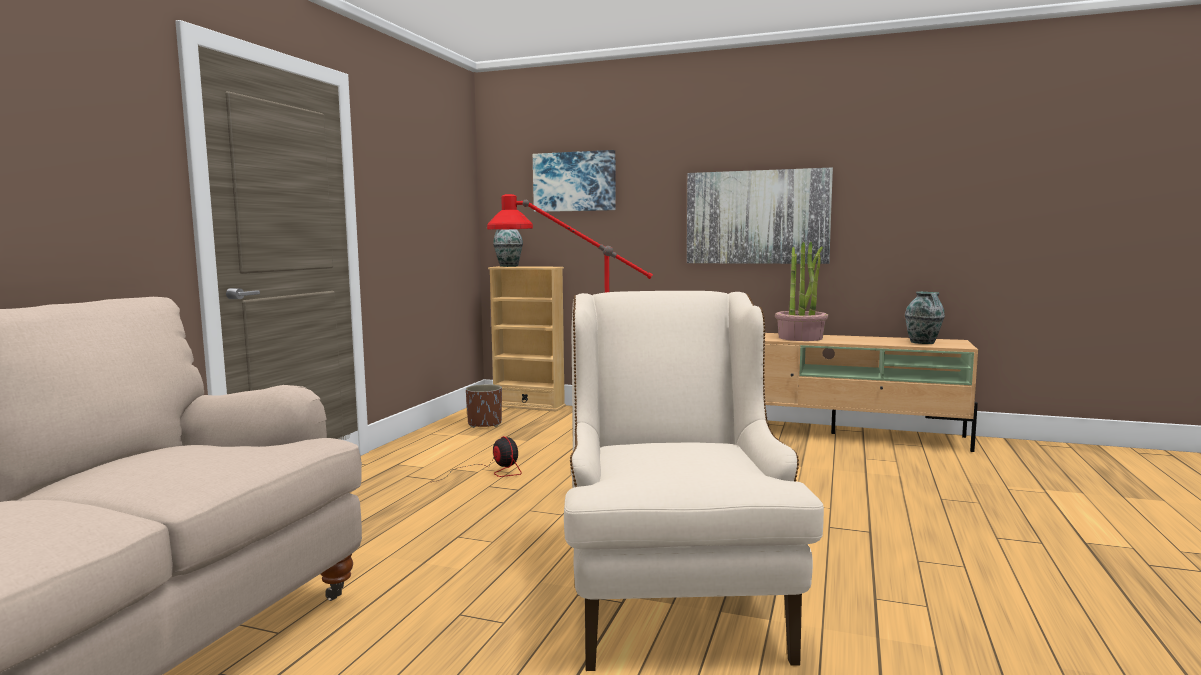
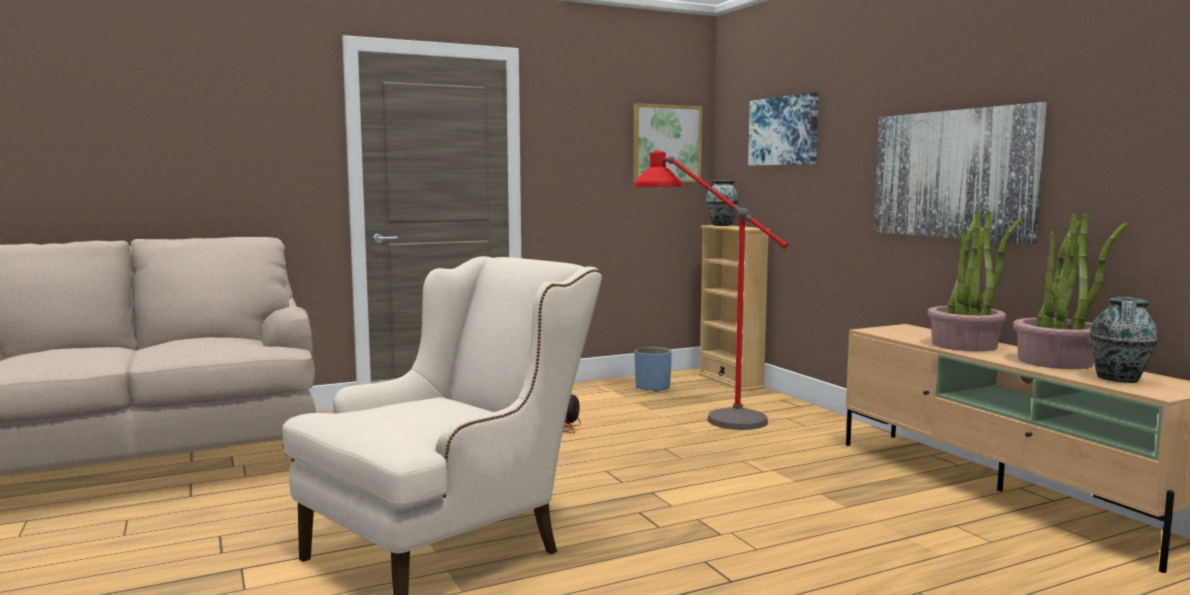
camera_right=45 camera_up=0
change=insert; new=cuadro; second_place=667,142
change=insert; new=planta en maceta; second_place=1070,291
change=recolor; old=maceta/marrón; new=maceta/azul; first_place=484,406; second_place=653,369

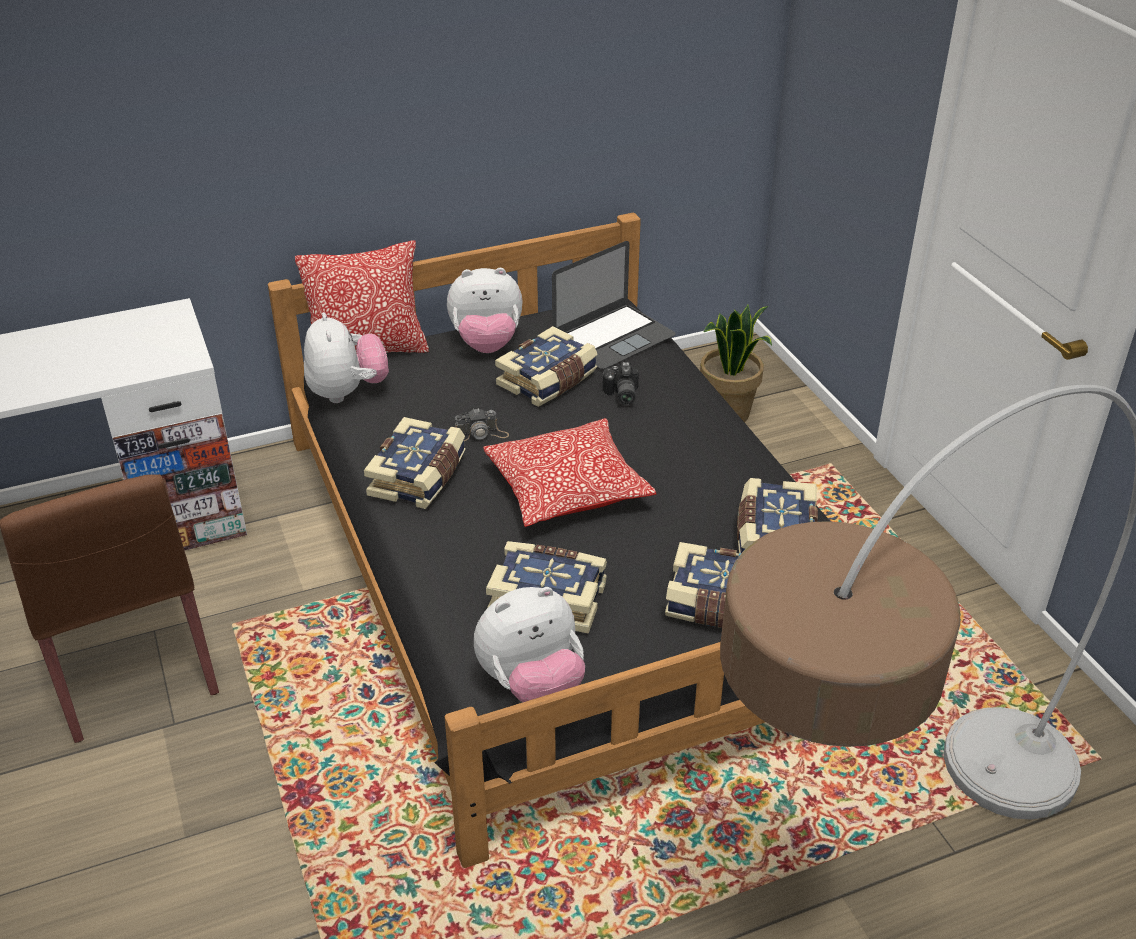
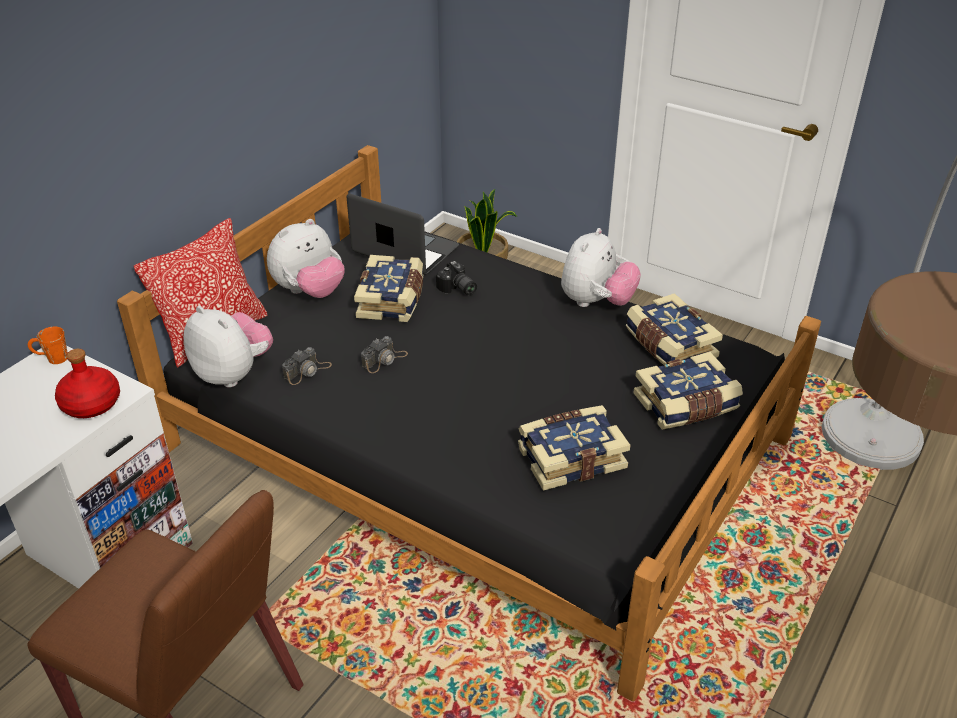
camera_right=-35 camera_up=0
change=delete; old=libro; first_place=415,463
change=delete; old=cojín; first_place=569,472
change=insert; new=taza grande/naranja; second_place=47,345
change=insert; new=botella/rojo; second_place=87,383
change=insert; new=cámara; second_place=307,366
change=move; old=peluche; first_place=529,644; second_place=601,267
change=rotate; old=portátil; first_place=613,305; second_place=403,234; degrees=-75

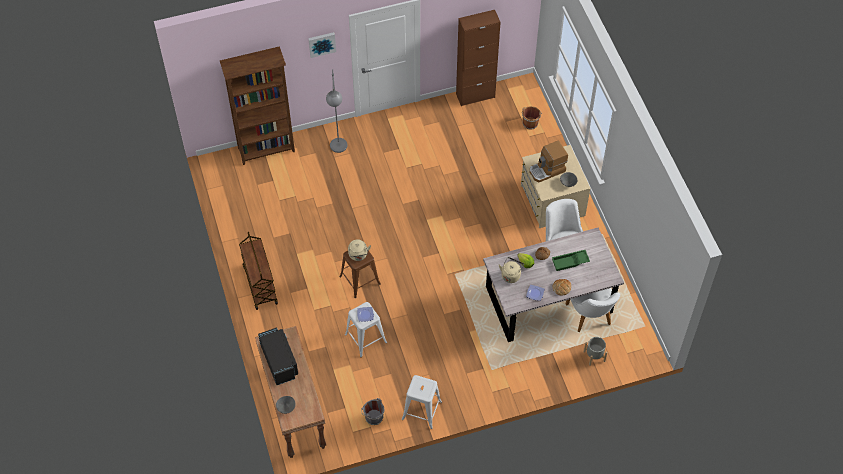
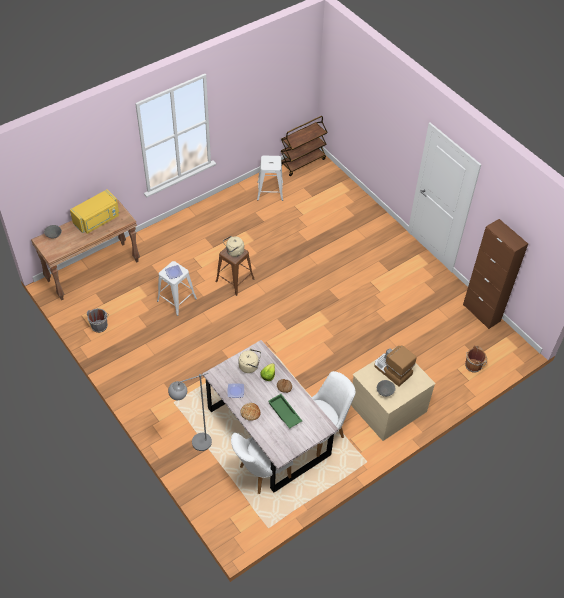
camera_right=70 camera_up=-5
change=delete; old=estantería/marrón; first_place=257,105
change=delete; old=cuadro; first_place=322,45
change=delete; old=maceta/gris; first_place=595,351
change=move; old=carrito/marrón; first_place=258,271; second_place=304,146
change=move; old=lámpara de pie/gris; first_place=337,111; second_place=190,412
change=move; old=taburete/blanco; first_place=422,402; second_place=270,178
change=recolor; old=microondas/negro; new=microondas/amarillo; first_place=278,356; second_place=94,211

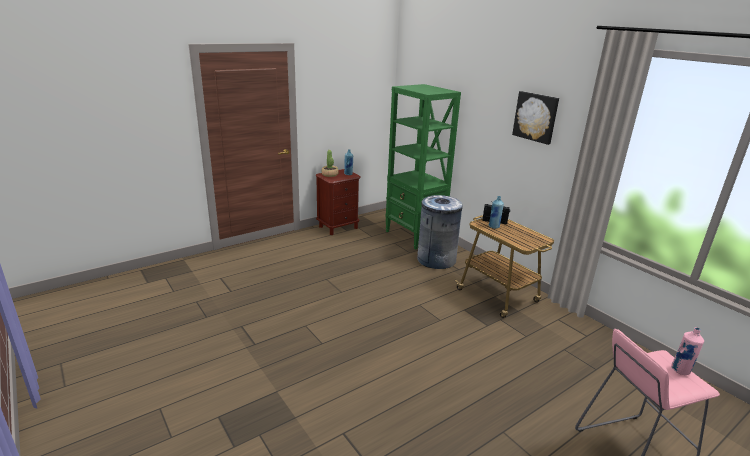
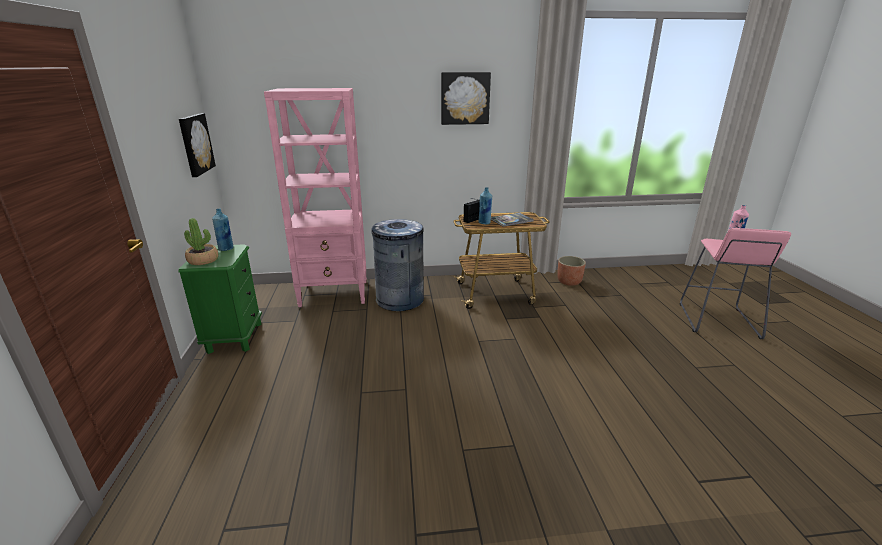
camera_right=-60 camera_up=0
change=insert; new=cuadro; second_place=197,145
change=insert; new=libro; second_place=512,220
change=insert; new=maceta; second_place=571,271
change=recolor; old=mesita de noche/marrón; new=mesita de noche/verde; first_place=338,202; second_place=220,299
change=recolor; old=estantería/verde; new=estantería/rosa; first_place=423,167; second_place=315,197

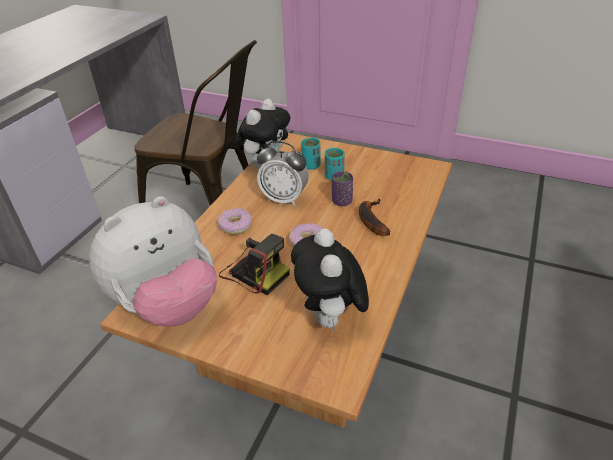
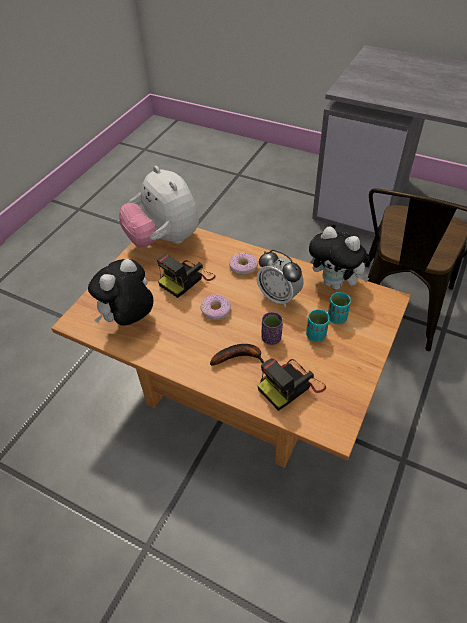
camera_right=95 camera_up=10
change=insert; new=cámara; second_place=291,384
change=rotate; old=despertador; first_place=283,173; second_place=280,278; degrees=-75
change=rotate; old=peluche; first_place=330,280; second_place=120,292; degrees=-45

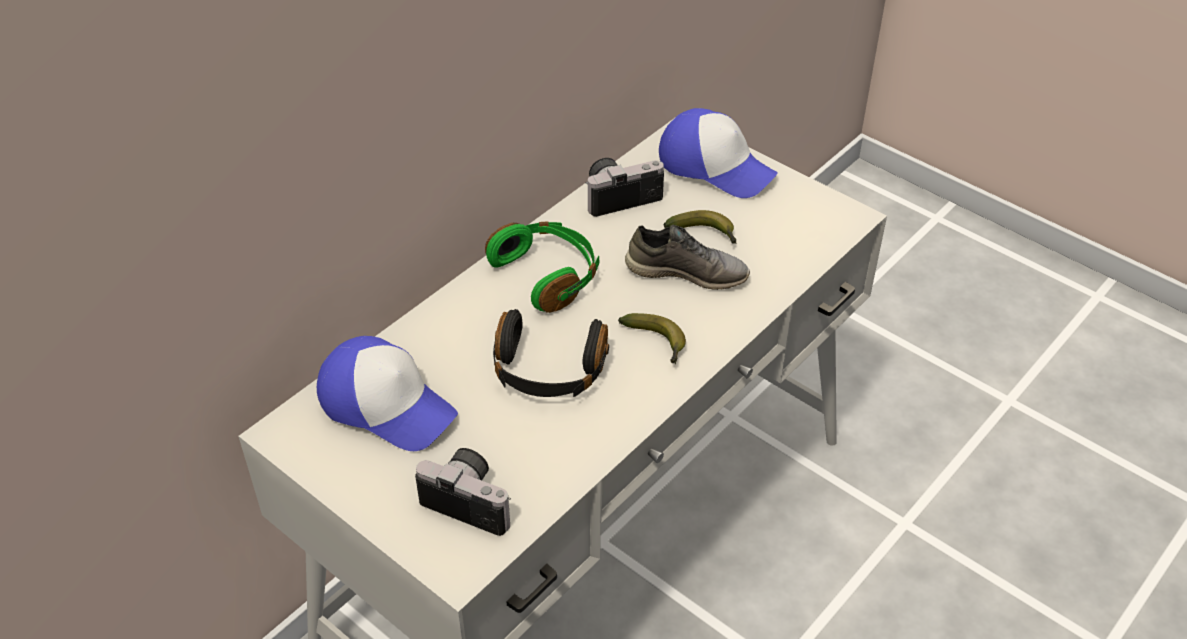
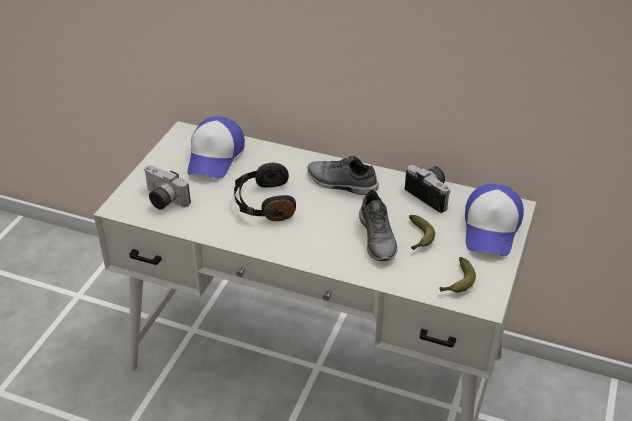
camera_right=70 camera_up=-5
change=move; old=plátano; first_place=652,338; second_place=458,274
change=replace; old=auriculares/verde; new=zapato/gris; first_place=542,267; second_place=343,175
change=rotate; old=cámara; first_place=463,492; second_place=168,187; degrees=120

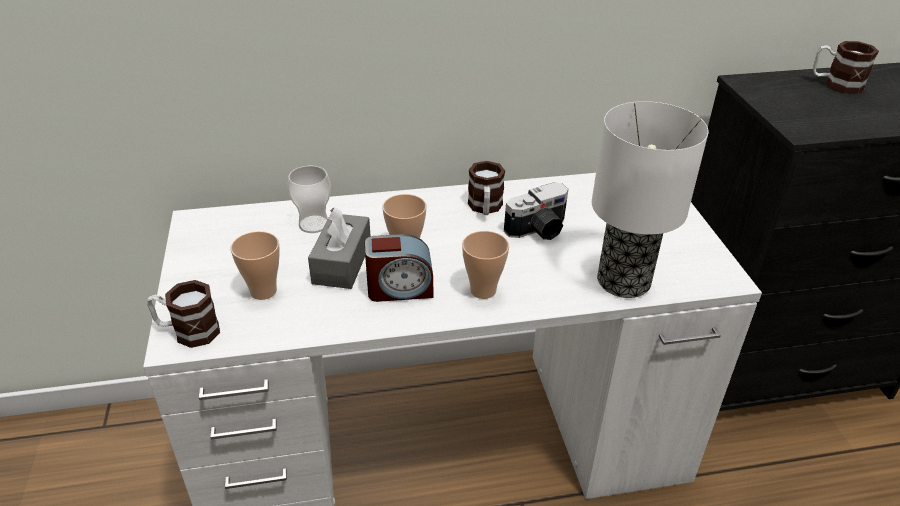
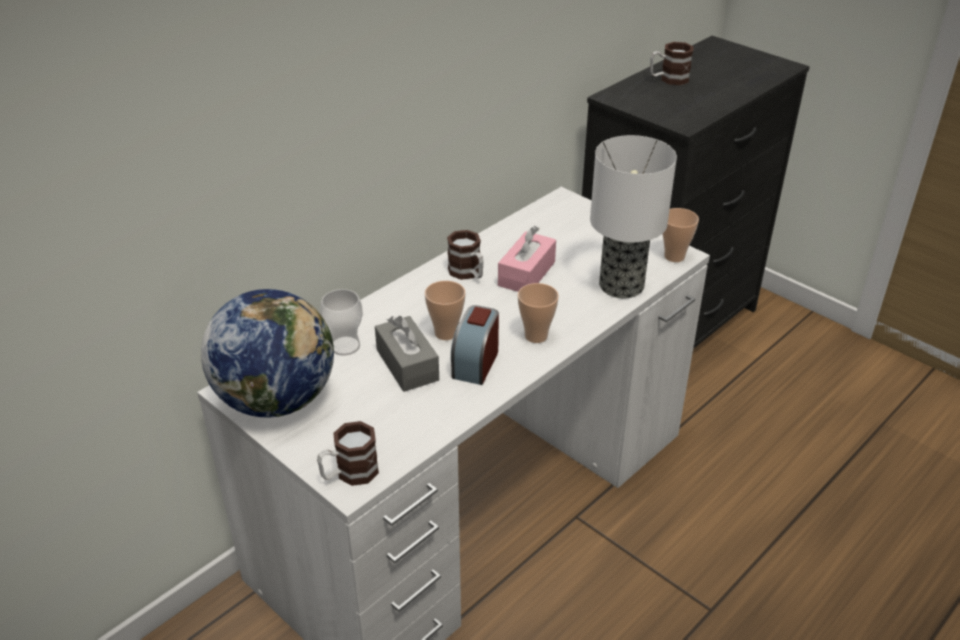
camera_right=-35 camera_up=0
change=insert; new=globo terráqueo; second_place=267,353
change=move; old=taza; first_place=255,265; second_place=680,235
change=replace; old=cámara; new=caja de pañuelos/rosa; first_place=536,211; second_place=527,259
change=rotate; old=despertador; first_place=399,268; second_place=475,345; degrees=150

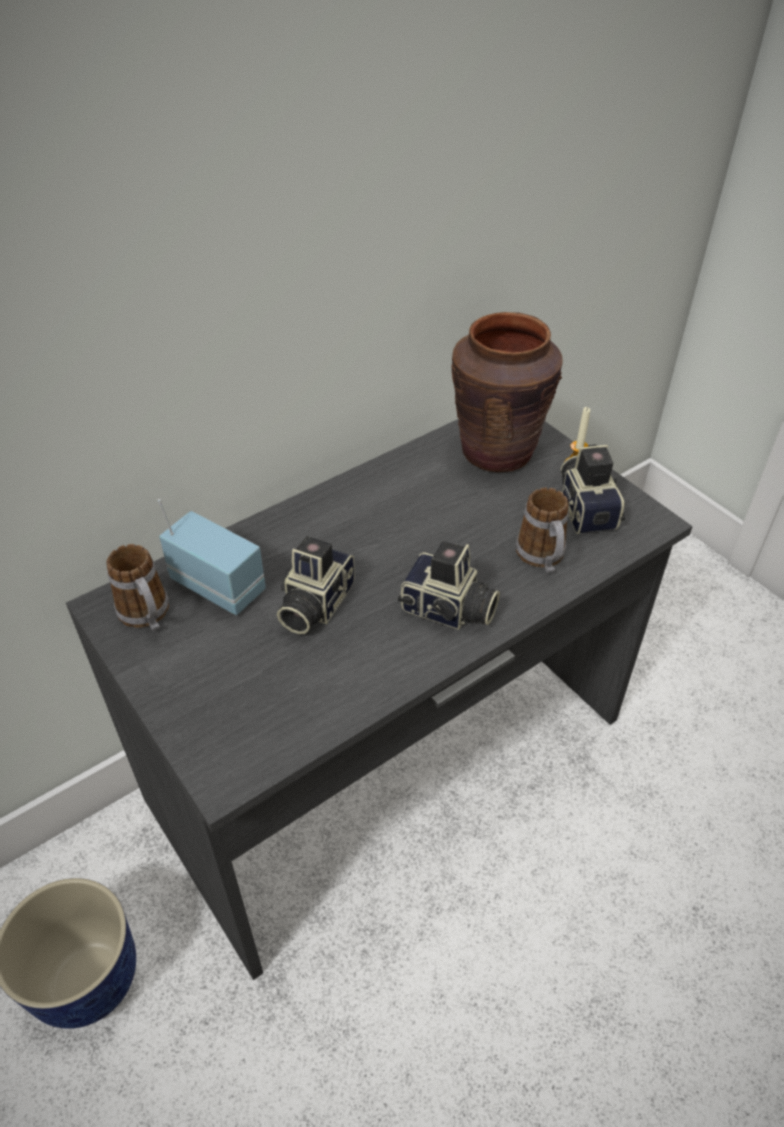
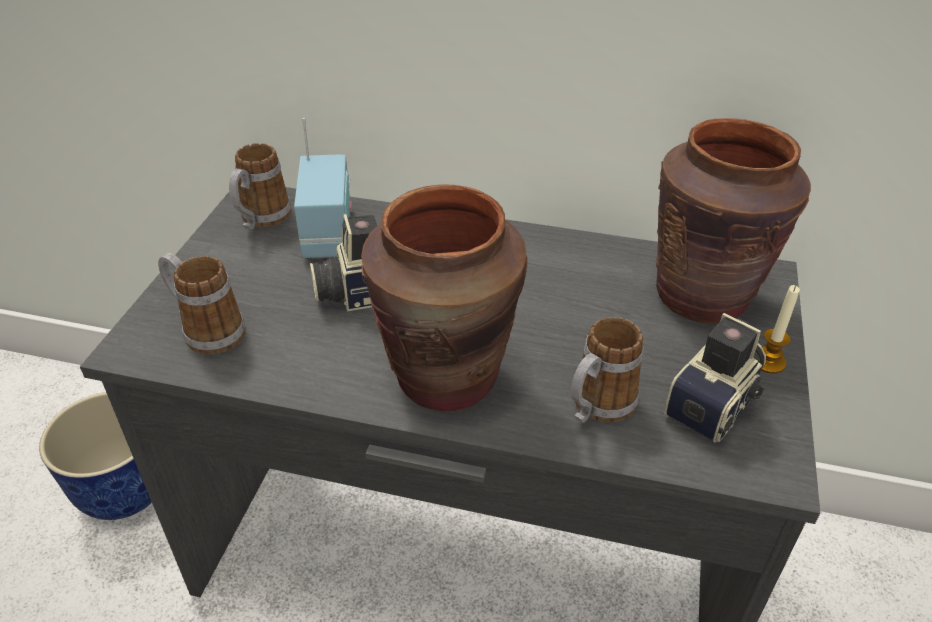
camera_right=50 camera_up=-5
change=insert; new=taza grande; second_place=201,303
change=replace; old=cámara; new=florero/marrón; first_place=449,585; second_place=444,297

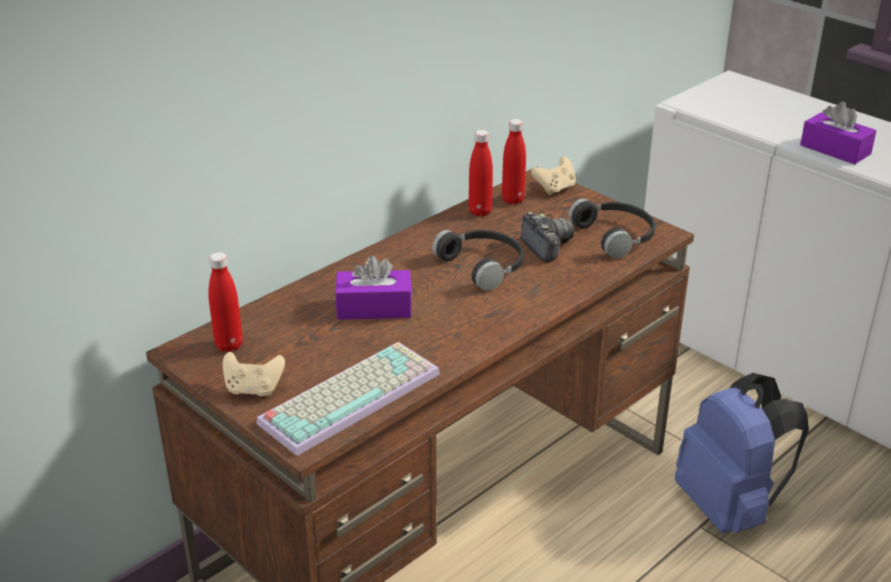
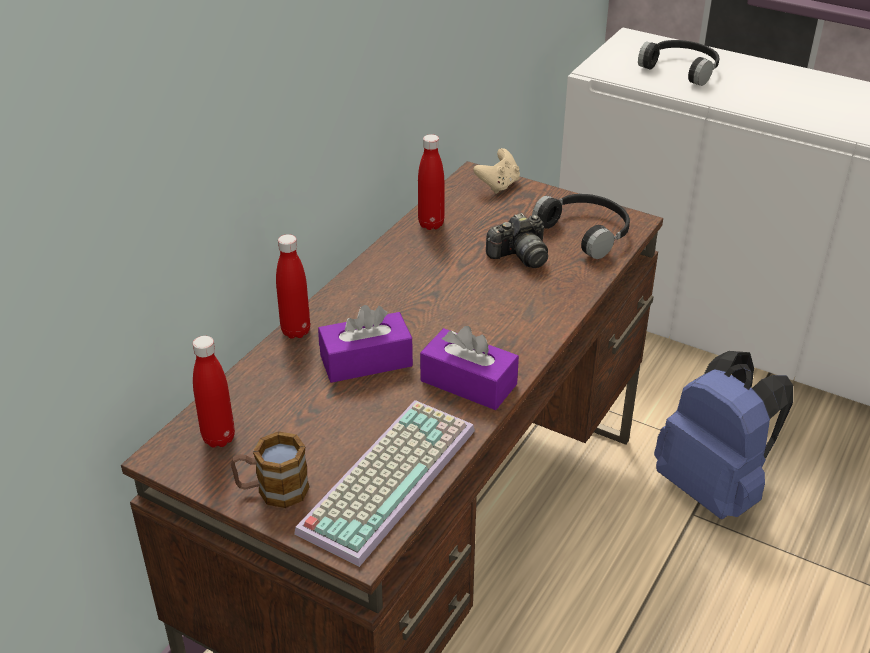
camera_right=-15 camera_up=5
change=move; old=auriculares/negro; first_place=478,260; second_place=679,63
change=move; old=botella/rojo; first_place=514,161; second_place=293,286
change=move; old=caja de pañuelos/morado; first_place=838,133; second_place=469,368
change=replace; old=mando de consola/beis; new=taza grande; first_place=254,374; second_place=270,469
change=rotate; old=cámara; first_place=547,237; second_place=517,240; degrees=105

